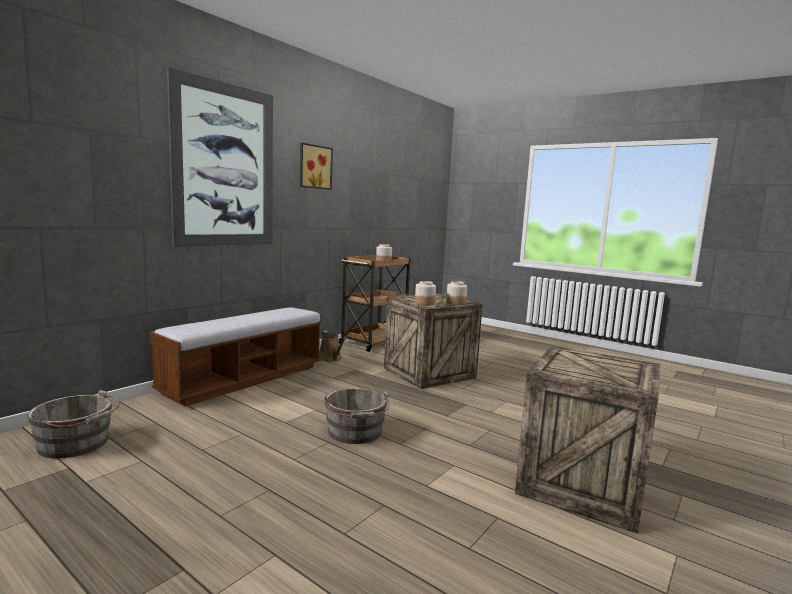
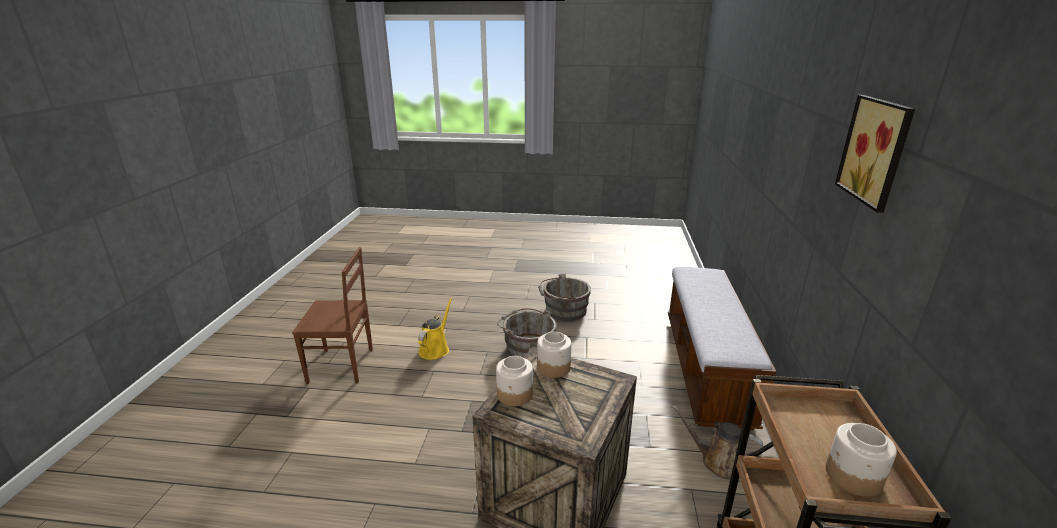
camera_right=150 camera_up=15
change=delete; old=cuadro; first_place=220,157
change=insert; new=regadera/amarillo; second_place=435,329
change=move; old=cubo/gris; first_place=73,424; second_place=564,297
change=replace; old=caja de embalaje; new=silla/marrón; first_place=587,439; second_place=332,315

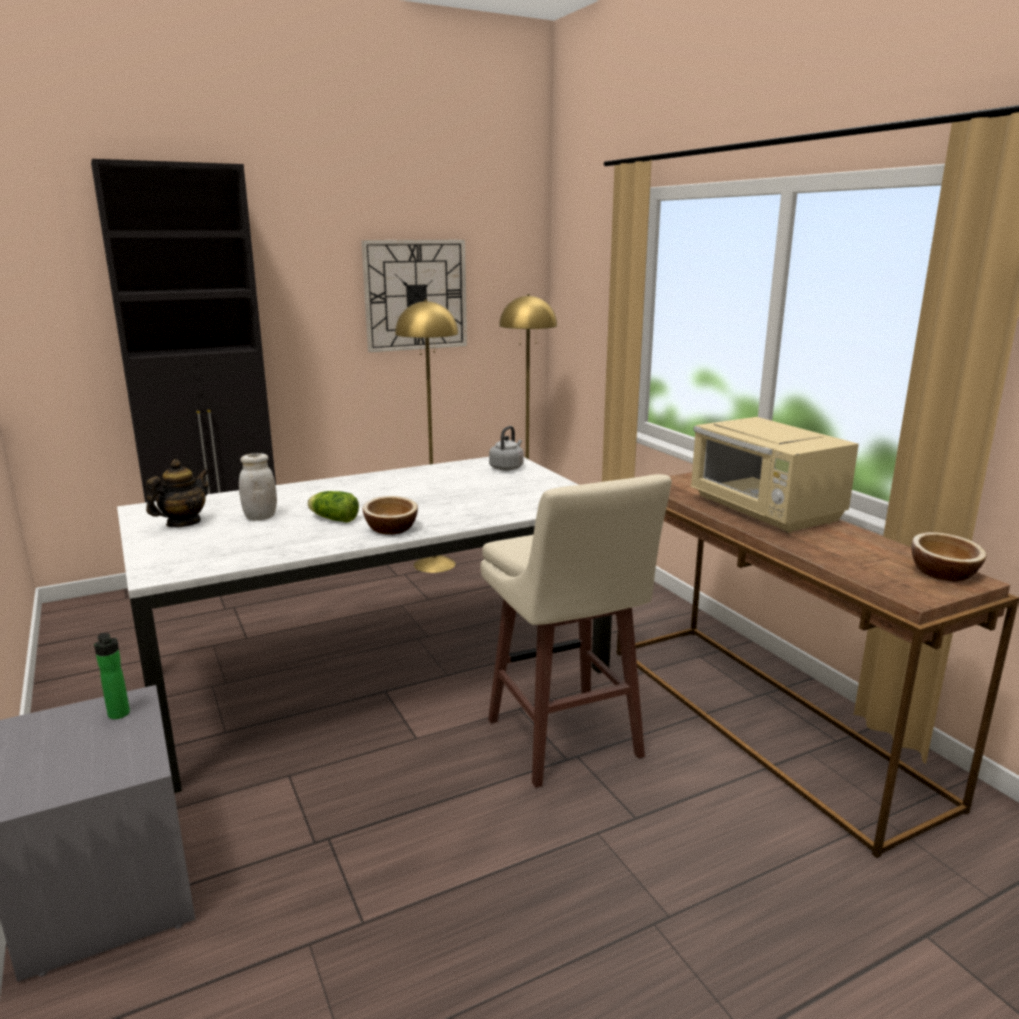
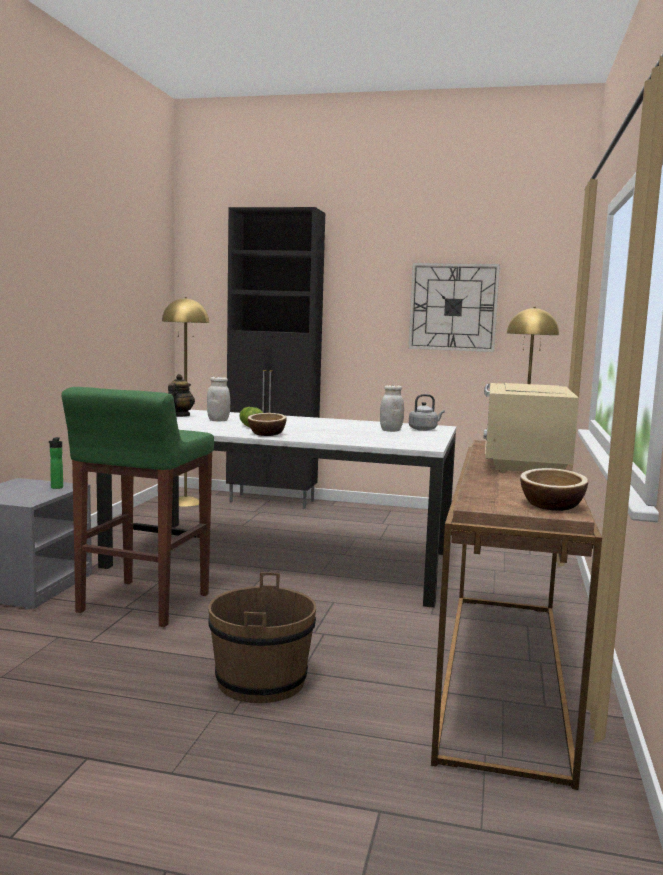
camera_right=40 camera_up=-10
change=delete; old=taburete/beis; first_place=576,631
change=insert; new=taburete/verde; second_place=137,507
change=insert; new=cubo/marrón; second_place=262,637
change=insert; new=tarro/blanco; second_place=392,408
change=move; old=lámpara de pie/amarillo; first_place=426,436; second_place=185,402
change=rotate; old=tetera; first_place=178,493; second_place=181,395; degrees=-60

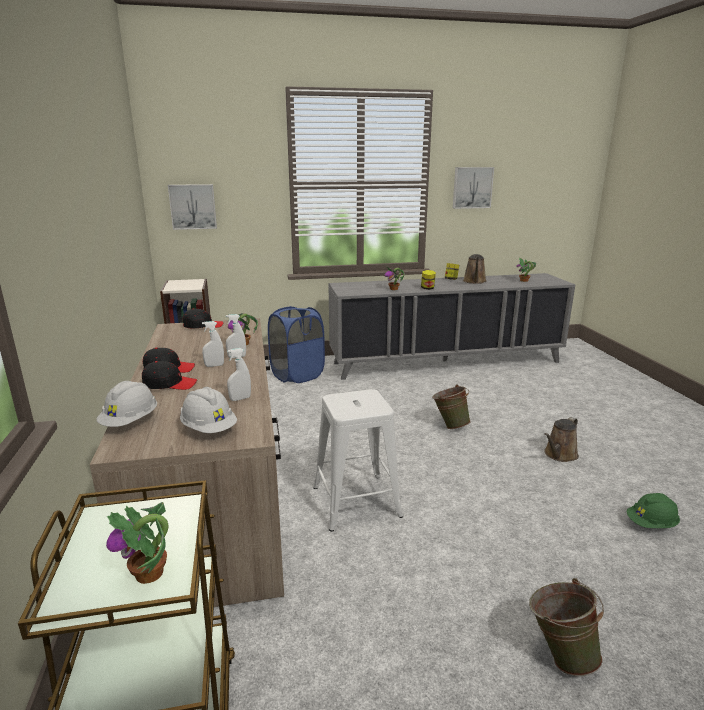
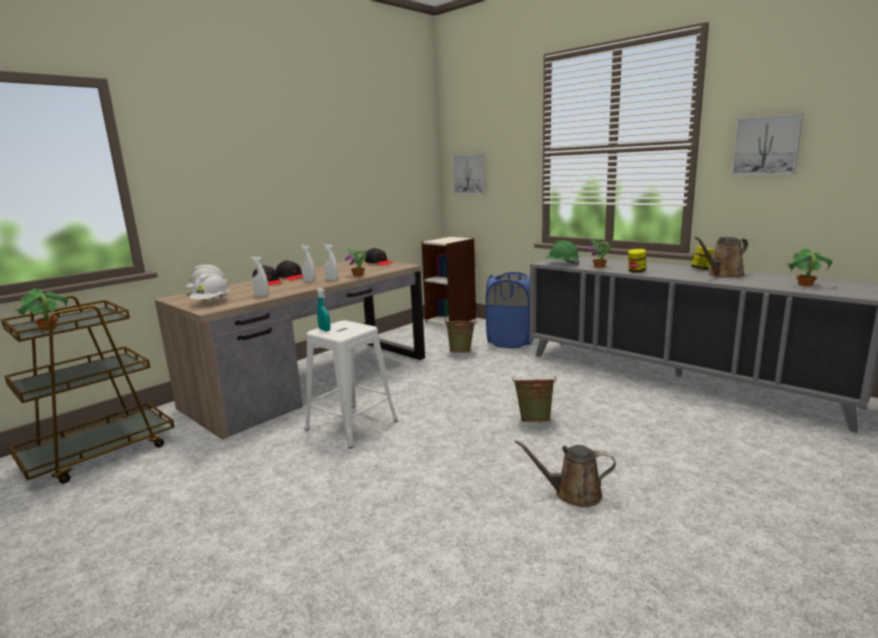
camera_right=55 camera_up=-5
change=insert; new=pulverizador/turquesa; second_place=323,309
change=move; old=cubo/verde; first_place=566,627; second_place=460,337
change=move; old=casco/verde; first_place=653,510; second_place=562,253

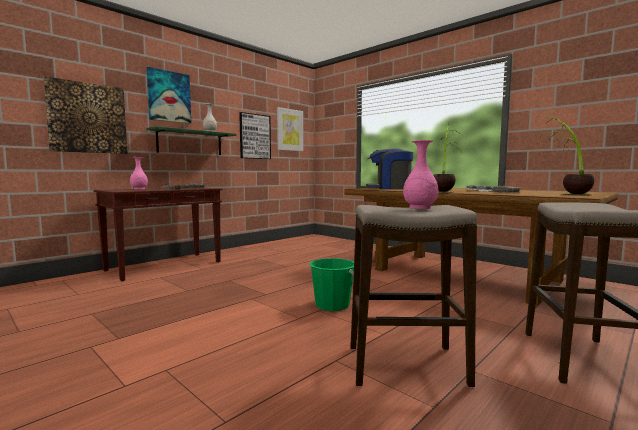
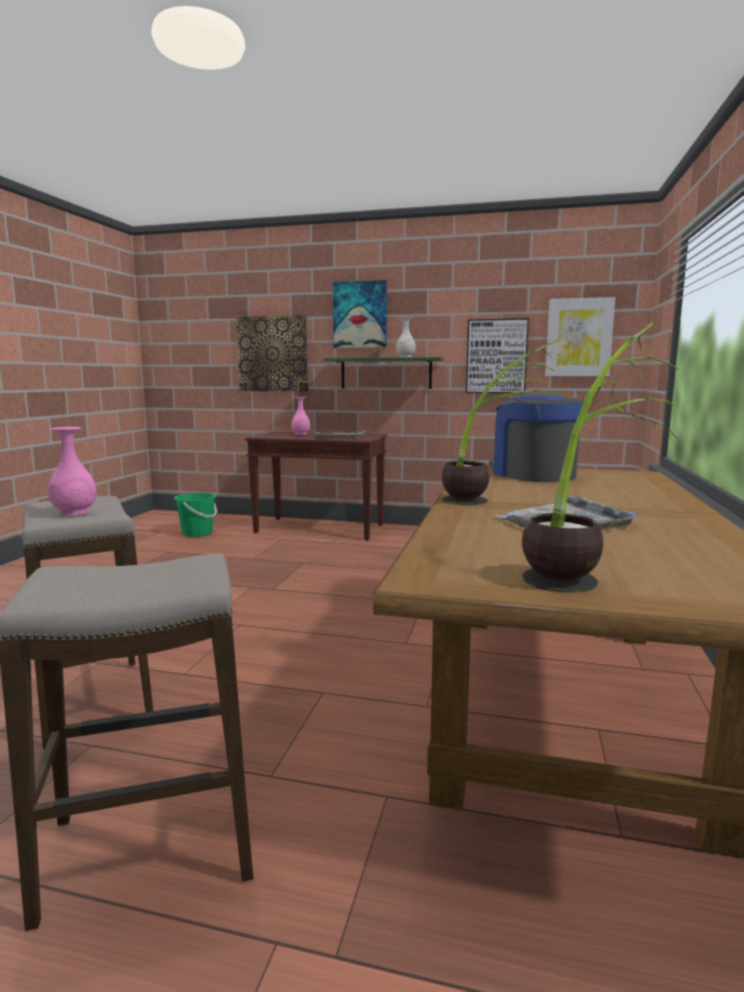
camera_right=60 camera_up=5
change=move; old=cubo/verde; first_place=331,284; second_place=195,515

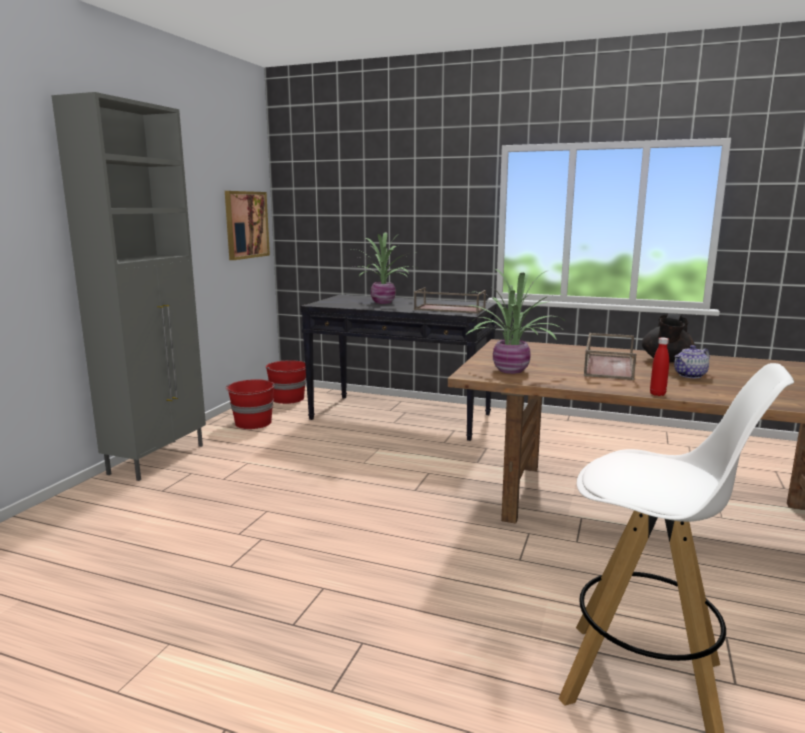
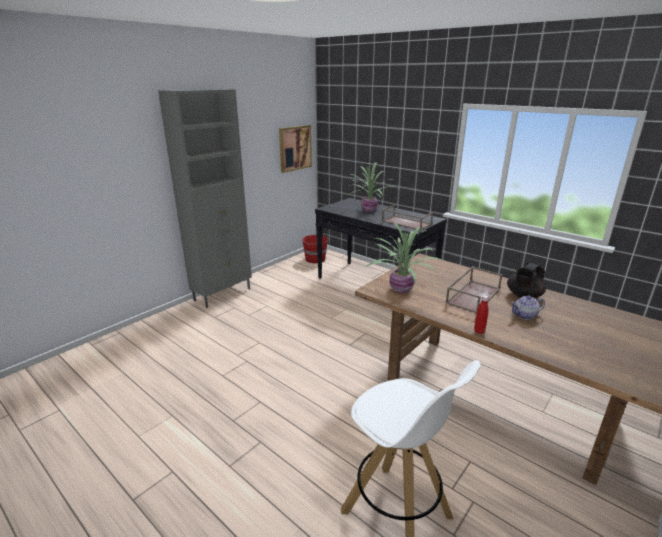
camera_right=20 camera_up=10
change=delete; old=cubo/rojo; first_place=250,404

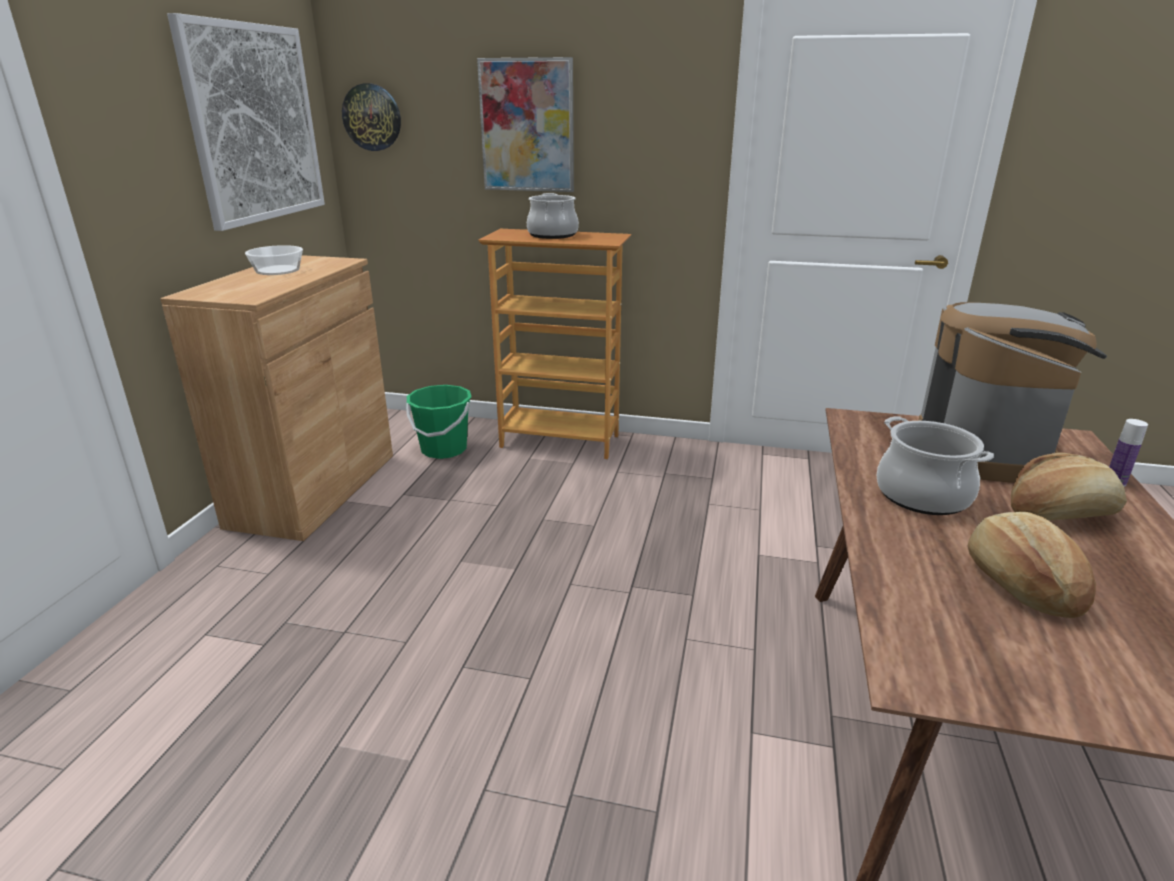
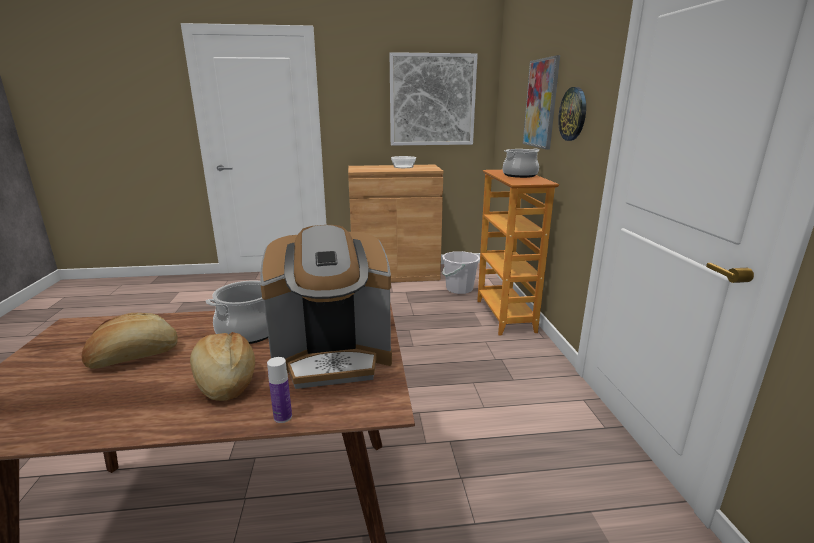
camera_right=70 camera_up=-5
change=move; old=reloj de pared; first_place=371,117; second_place=572,114
change=recolor; old=cubo/verde; new=cubo/blanco; first_place=438,422; second_place=461,272

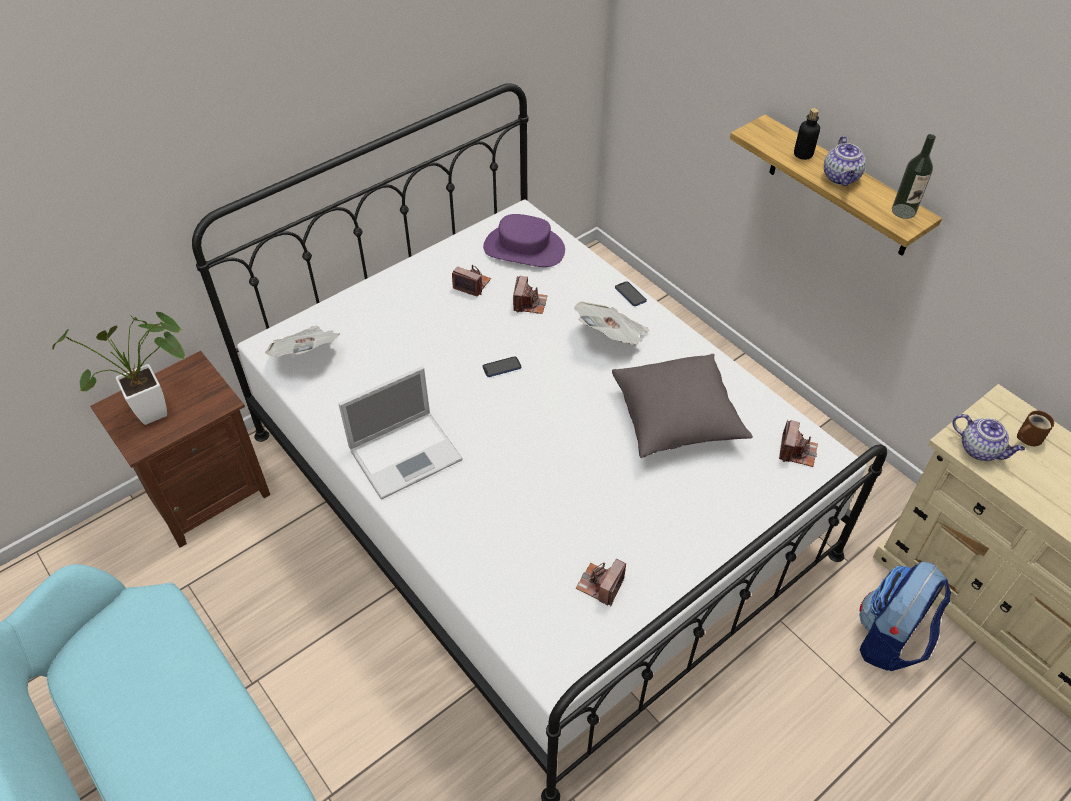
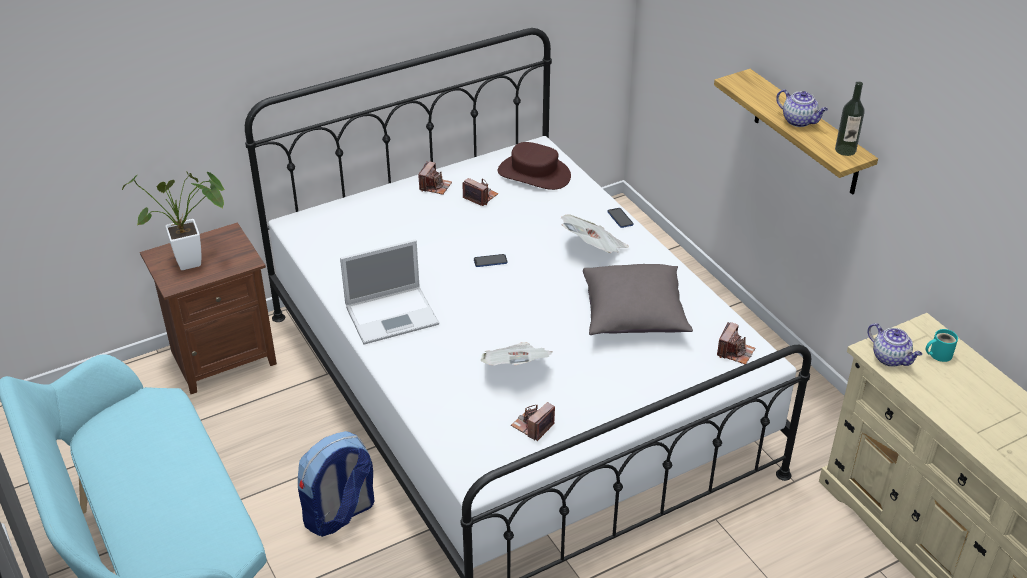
camera_right=10 camera_up=-10
change=delete; old=botella; first_place=807,134
change=move; old=periódico; first_place=302,341; second_place=516,353
change=move; old=cámara; first_place=530,295; second_place=435,178
change=move; old=mochila; first_place=905,616; second_place=336,484
change=recolor; old=sombrero/morado; new=sombrero/marrón; first_place=524,240; second_place=534,166
change=recolor; old=taza grande/marrón; new=taza grande/turquesa; first_place=1035,428; second_place=942,345
change=rotate; old=tetera; first_place=845,161; second_place=802,108; degrees=-60

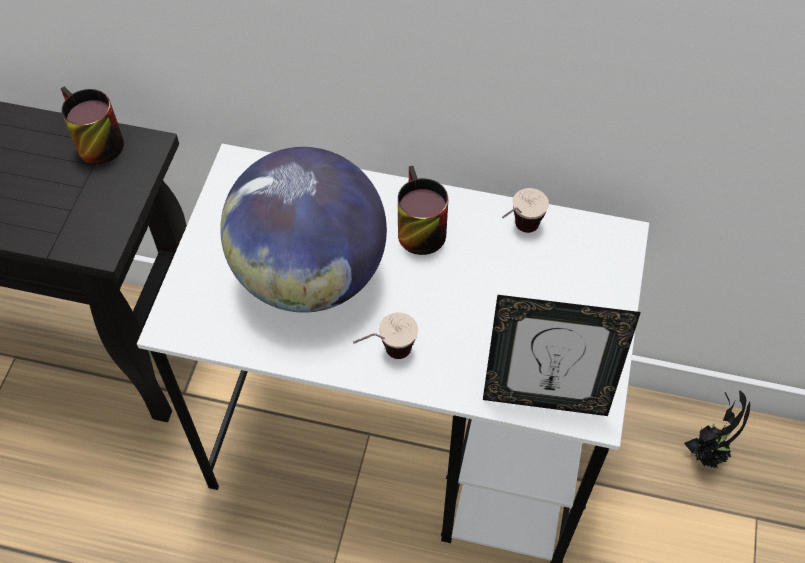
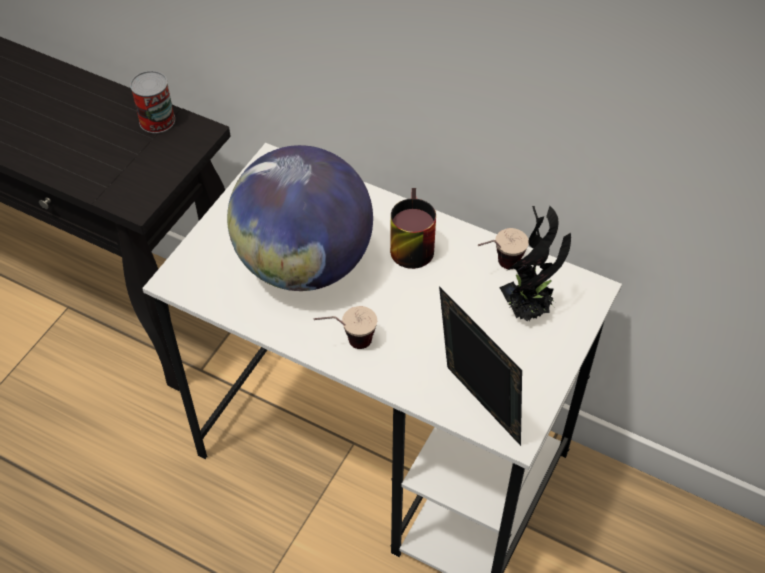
camera_right=15 camera_up=-5
change=move; old=planta en maceta; first_place=717,429; second_place=535,263
change=replace; old=taza grande; new=lata; first_place=92,125; second_place=152,102
change=rotate; old=portarretratos; first_place=562,355; second_place=480,366; degrees=-150

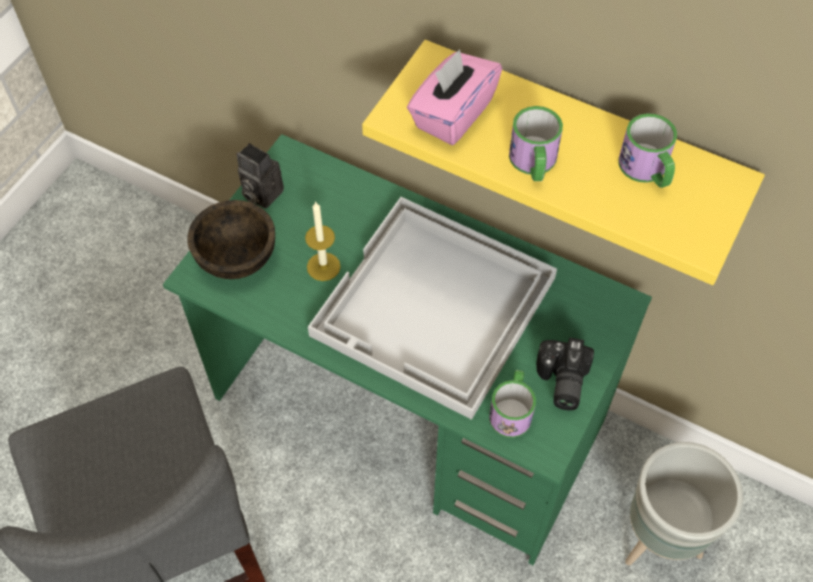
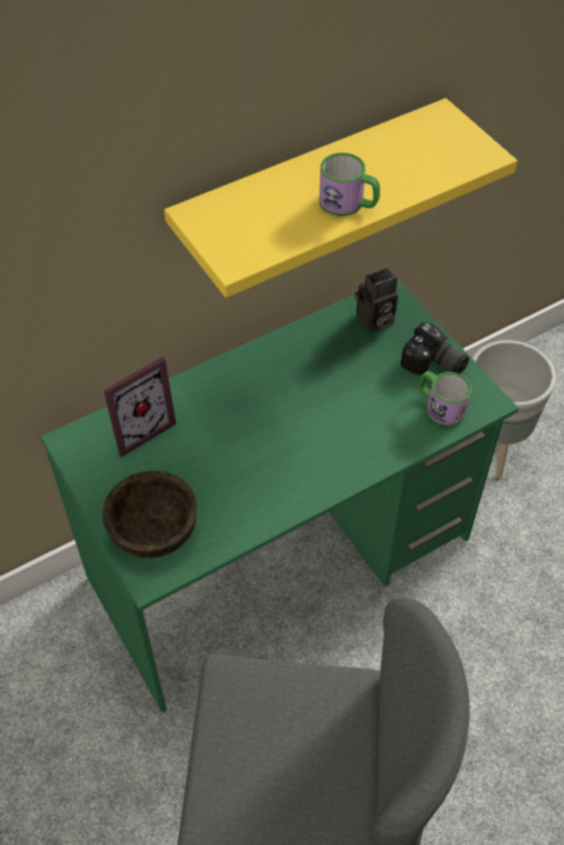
camera_right=-60 camera_up=-5
change=delete; old=vela; first_place=323,241
change=delete; old=bandeja/blanco; first_place=432,308
change=delete; old=caja de pañuelos/rosa; first_place=454,97
change=delete; old=taza grande; first_place=648,150
change=insert; new=portarretratos; second_place=139,407
change=move; old=cámara; first_place=260,176; second_place=376,300

